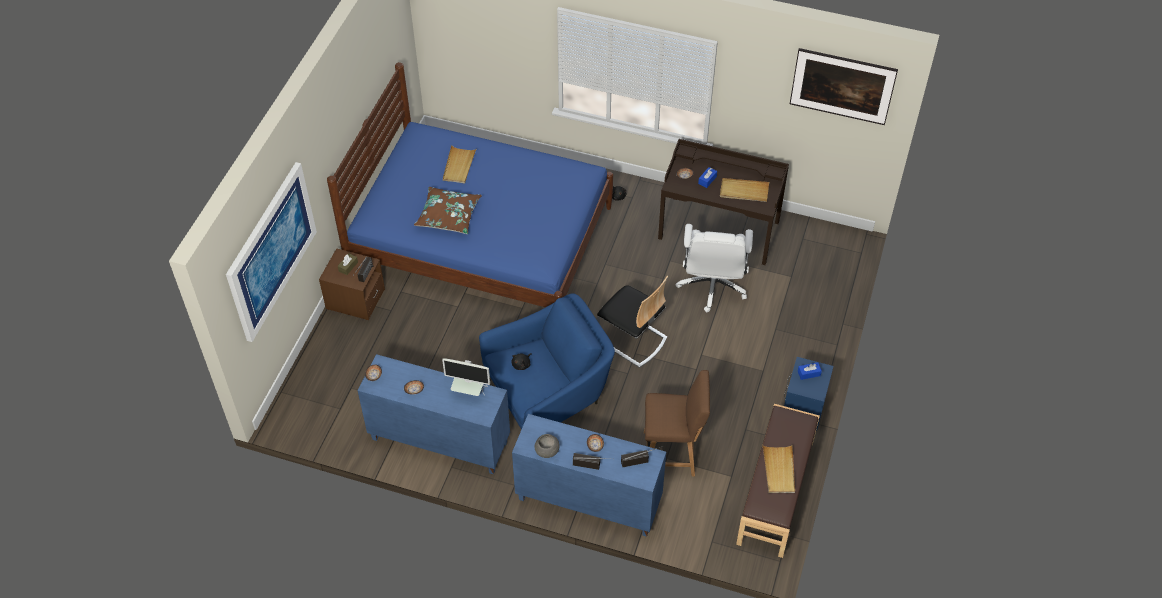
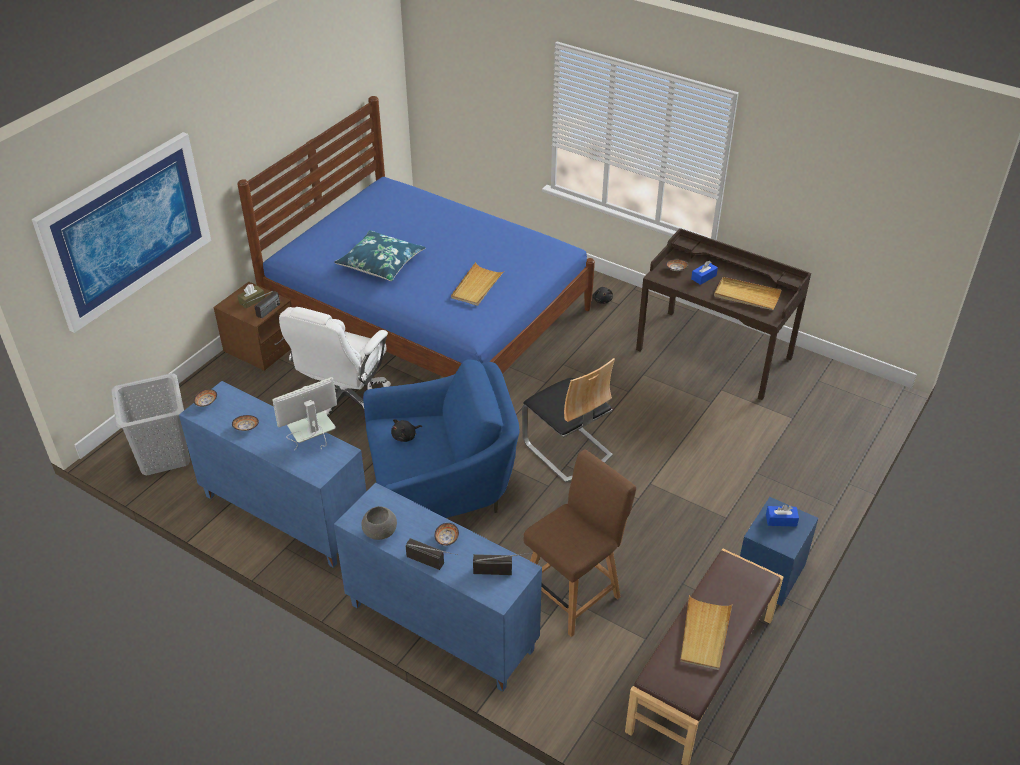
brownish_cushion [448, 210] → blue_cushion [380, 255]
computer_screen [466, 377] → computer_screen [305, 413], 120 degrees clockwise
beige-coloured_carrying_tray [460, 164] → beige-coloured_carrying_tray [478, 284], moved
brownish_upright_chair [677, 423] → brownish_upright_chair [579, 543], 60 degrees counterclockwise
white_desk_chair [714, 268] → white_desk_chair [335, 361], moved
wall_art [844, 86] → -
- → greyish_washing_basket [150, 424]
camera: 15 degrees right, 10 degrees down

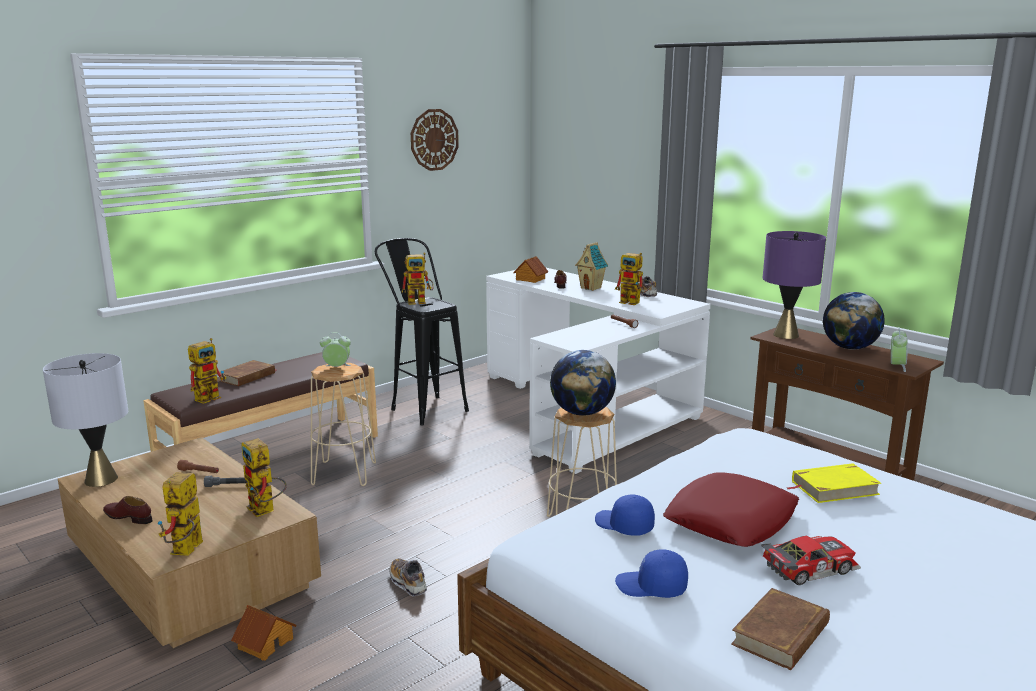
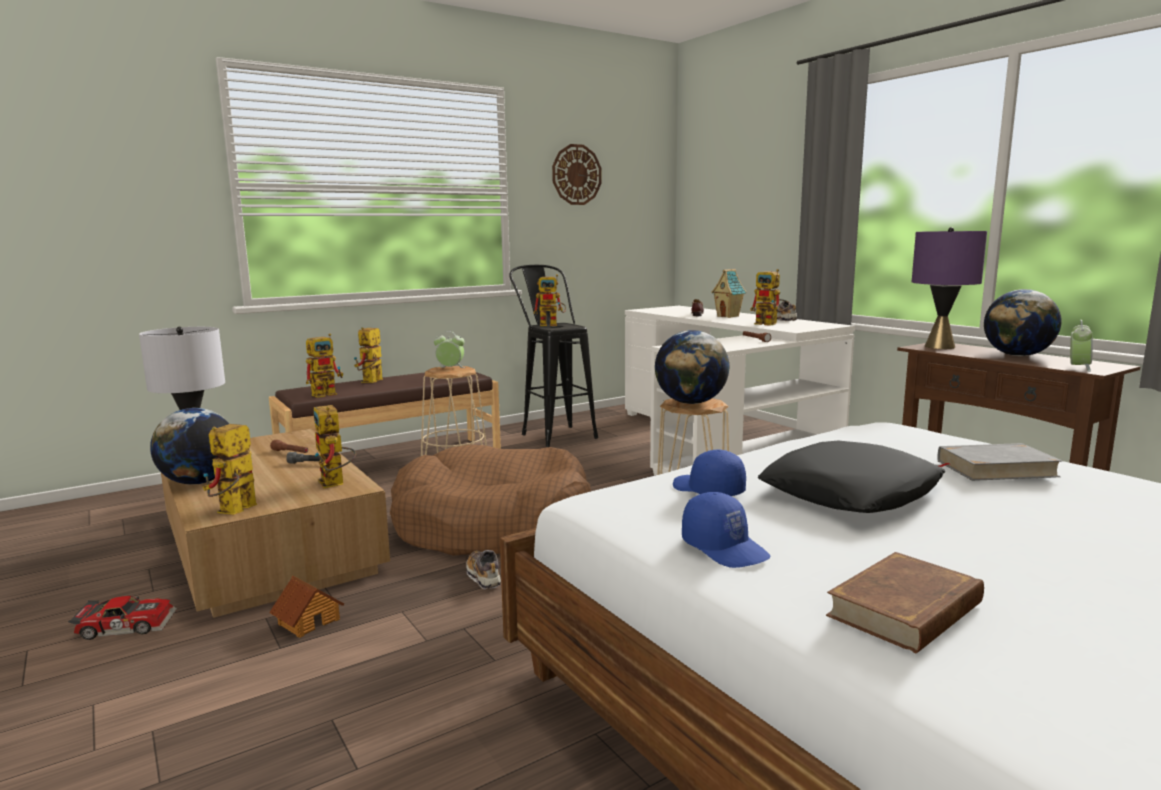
brownish_shoe [128, 510] → desk_globe [189, 446]
brownish_volume [247, 373] → robot_figure [368, 355]
toy_house [531, 269] → -
blue_baseball_cap [651, 573] → blue_baseball_cap [726, 530], 150 degrees counterclockwise
red_cushion [731, 509] → black-coloured_cushion [851, 477]
toy_car [811, 560] → toy_car [122, 618], moved
yellow_volume [834, 483] → greyish_volume [999, 462]
- → brownish_dog_bed [490, 500]
camera: 10 degrees right, 5 degrees down

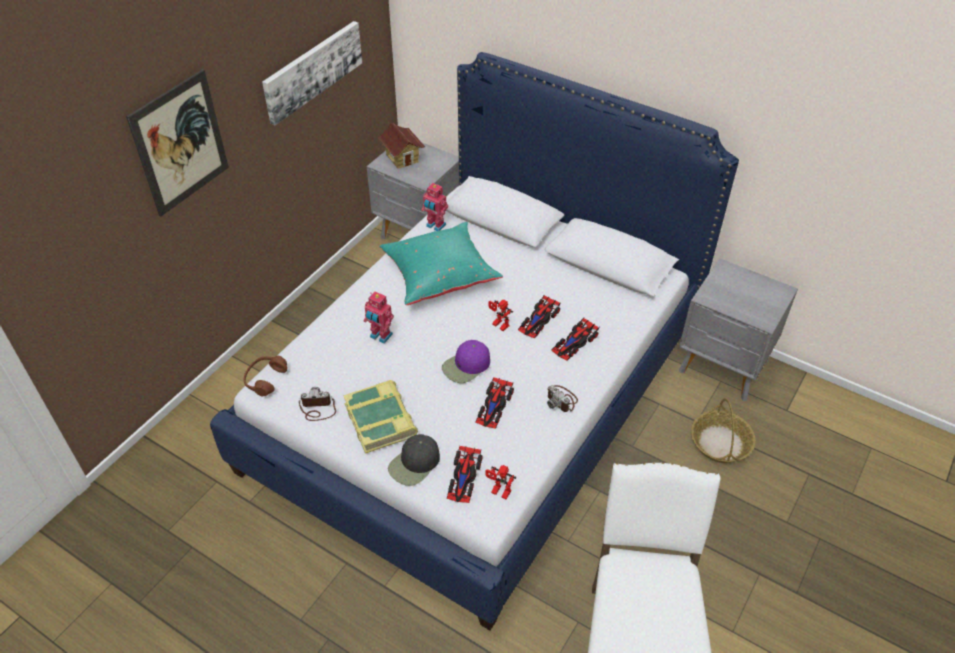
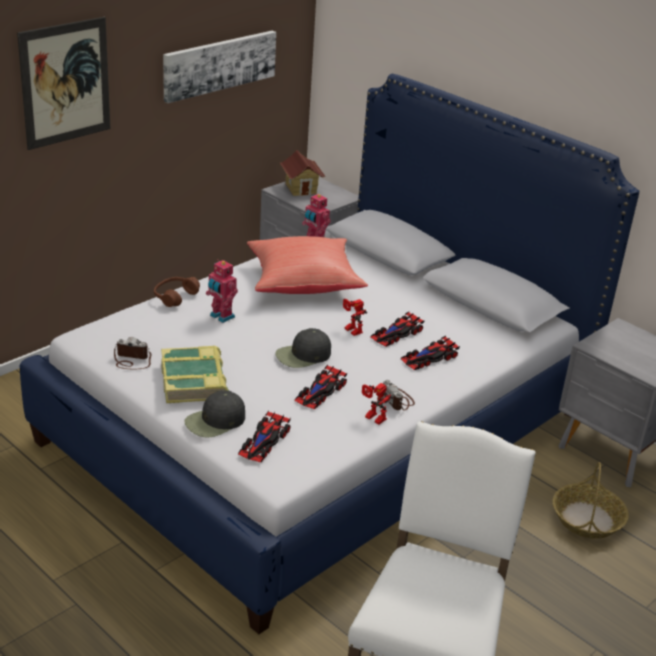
brownish_headset [265, 376] → brownish_headset [177, 292], moved
turquoise-coloured_cushion [441, 263] → red_cushion [307, 265]
purple_baseball_cap [466, 361] → black-coloured_baseball_cap [303, 348]
robot_figure [500, 482] → robot_figure [377, 403], moved
camera: 10 degrees right, 15 degrees down

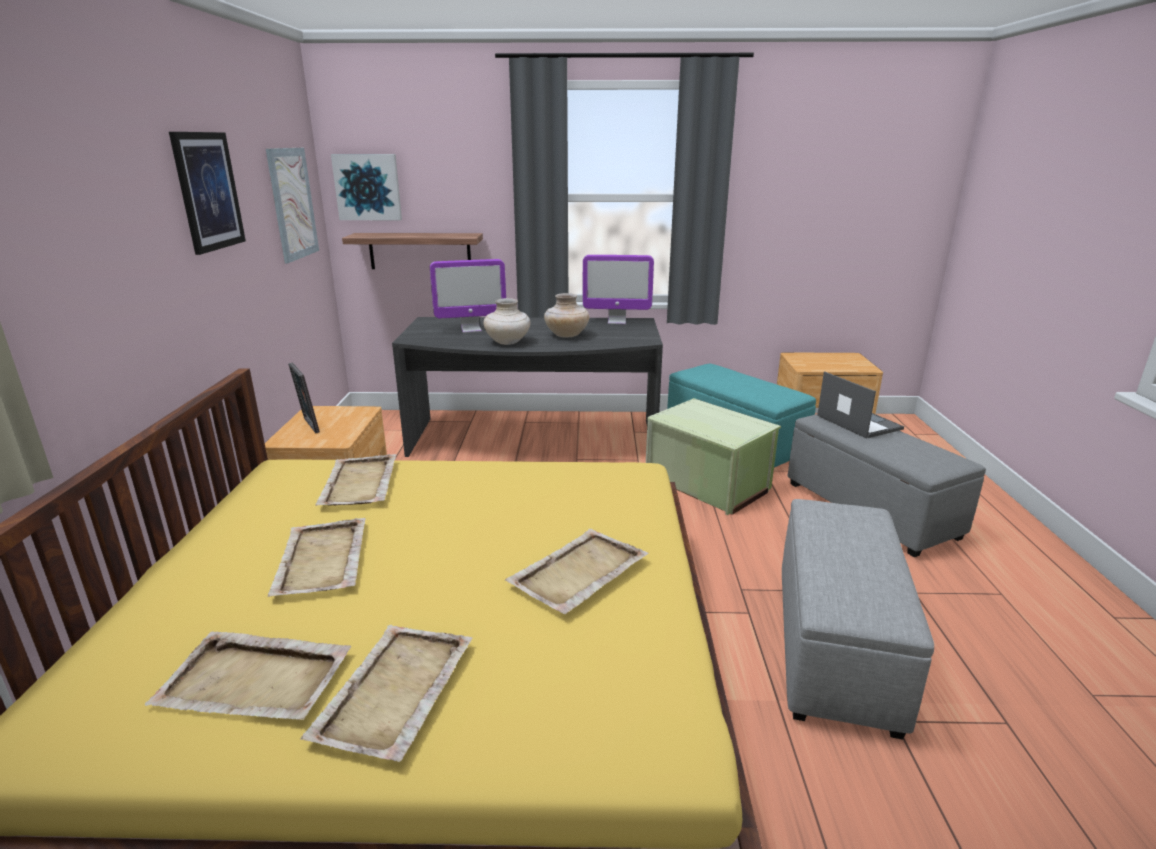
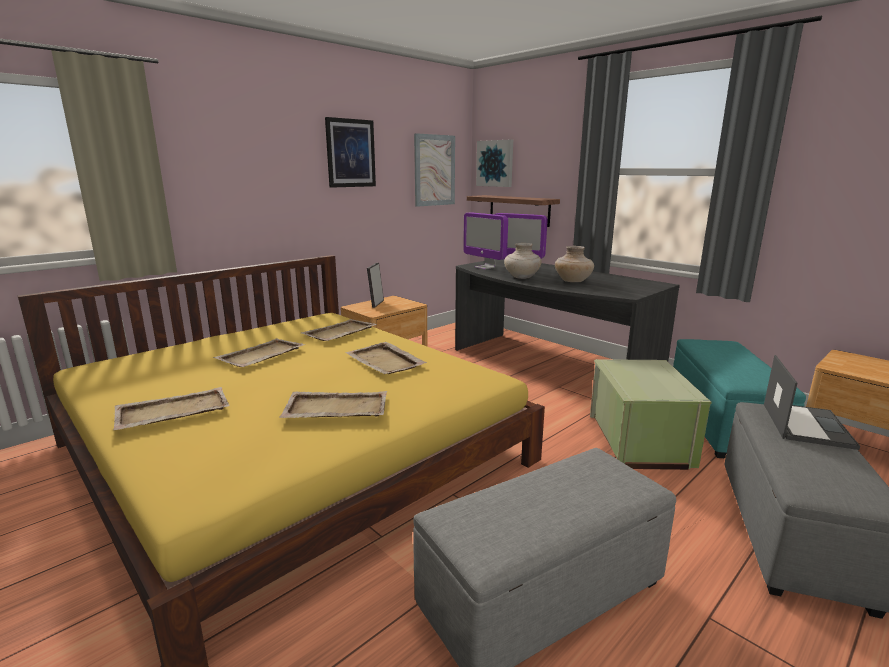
beige-coloured_carrying_tray [248, 675] → beige-coloured_carrying_tray [386, 358], moved
computer_screen [618, 289] → computer_screen [485, 241], moved
camera: 45 degrees right, 5 degrees down

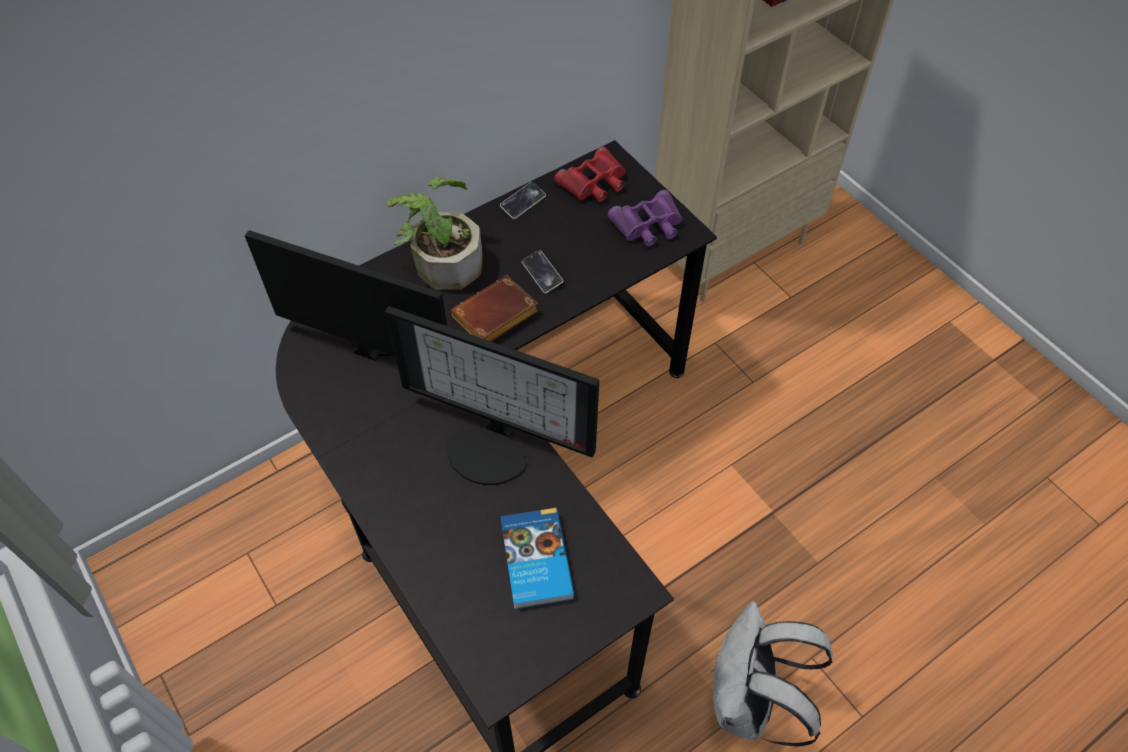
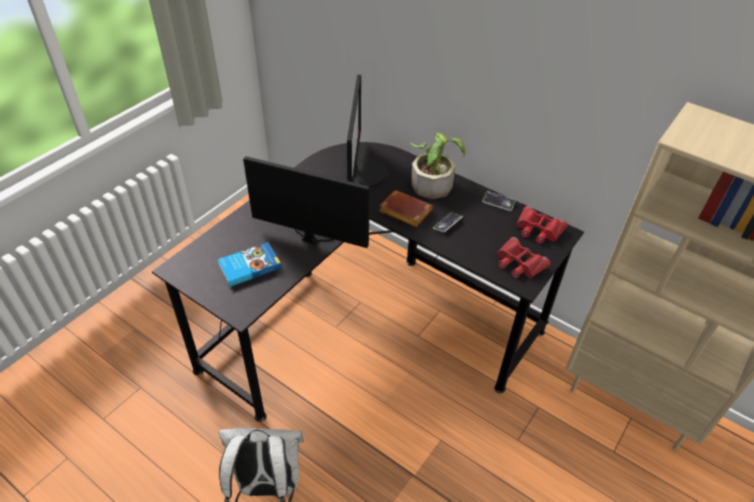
computer_screen [491, 395] → computer_screen [306, 202], 105 degrees clockwise
purple_pair_of_binoculars [645, 218] → red_pair_of_binoculars [523, 257]
camera: 70 degrees right, 10 degrees down

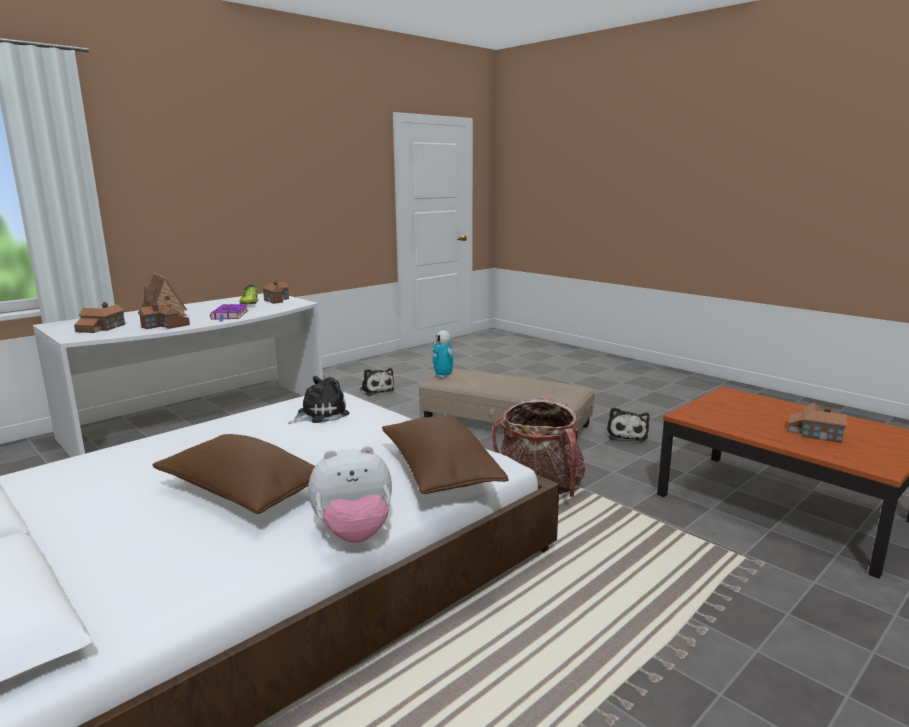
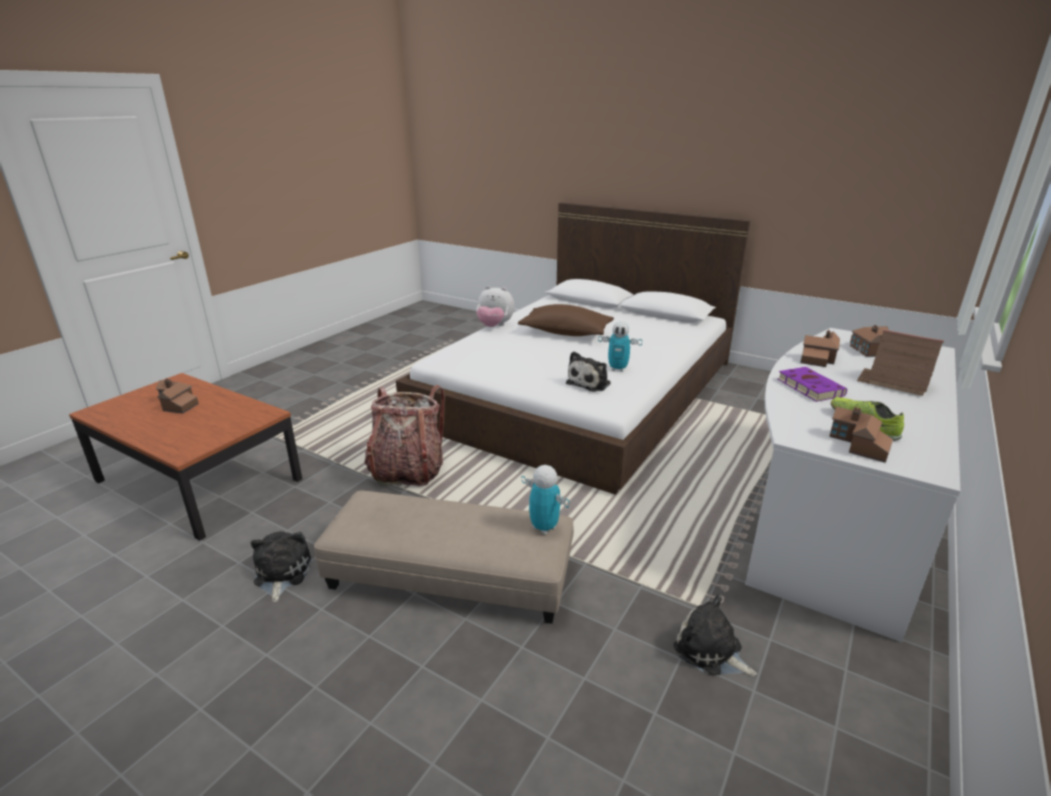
plush_toy [350, 494] → plush_toy [495, 306], 135 degrees counterclockwise
brownish_cushion [445, 454] → -
- → robot_figure [620, 346]
camera: 165 degrees right, 10 degrees up

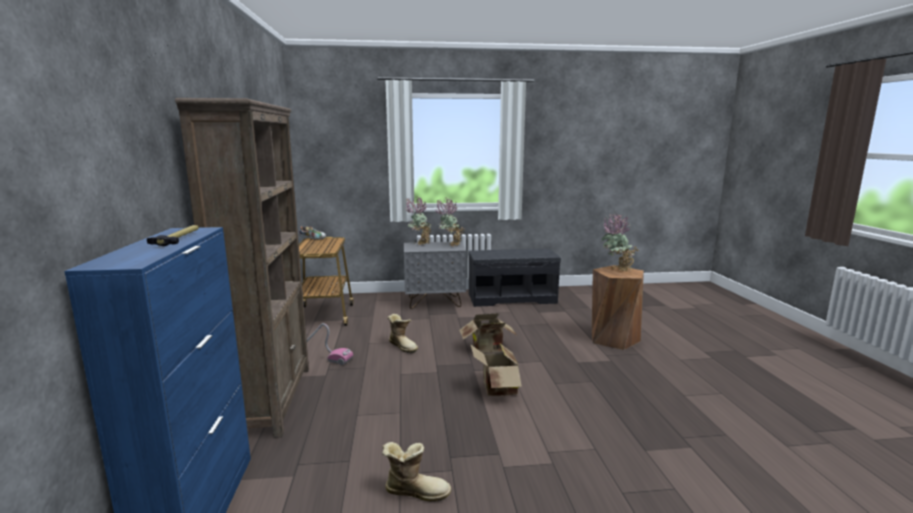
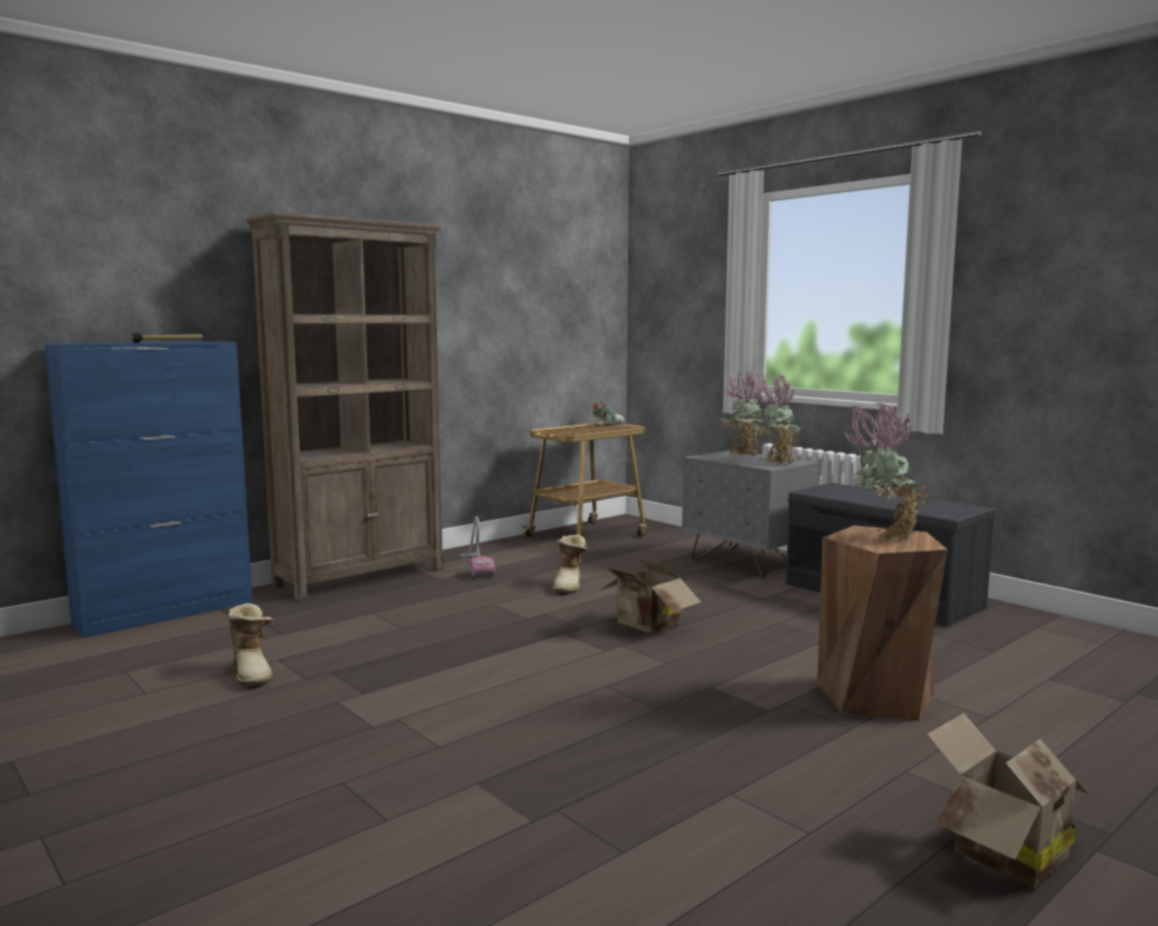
cardboard_box [496, 370] → cardboard_box [1008, 800], moved
camera: 55 degrees right, 5 degrees down

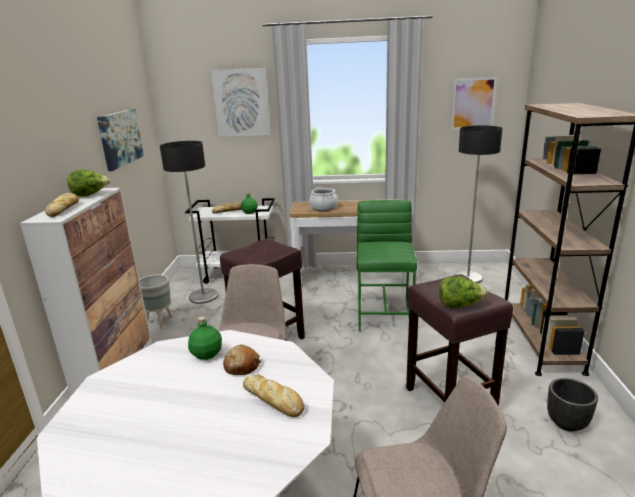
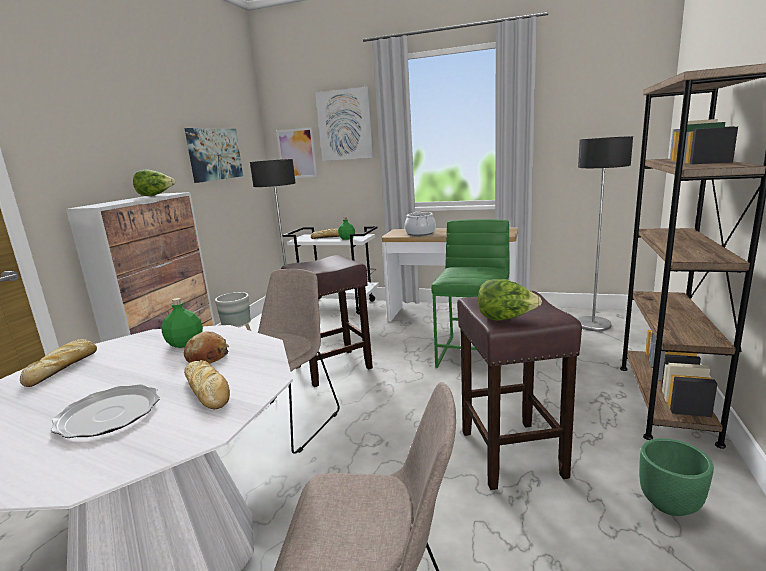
bread [62, 205] → bread [58, 363], moved
wall_art [474, 103] → wall_art [297, 152], moved
black-coloured_flower_pot [572, 404] → greenish_flower_pot [676, 477]
- → dinner_plate [105, 411]
camera: 15 degrees right, 5 degrees down

